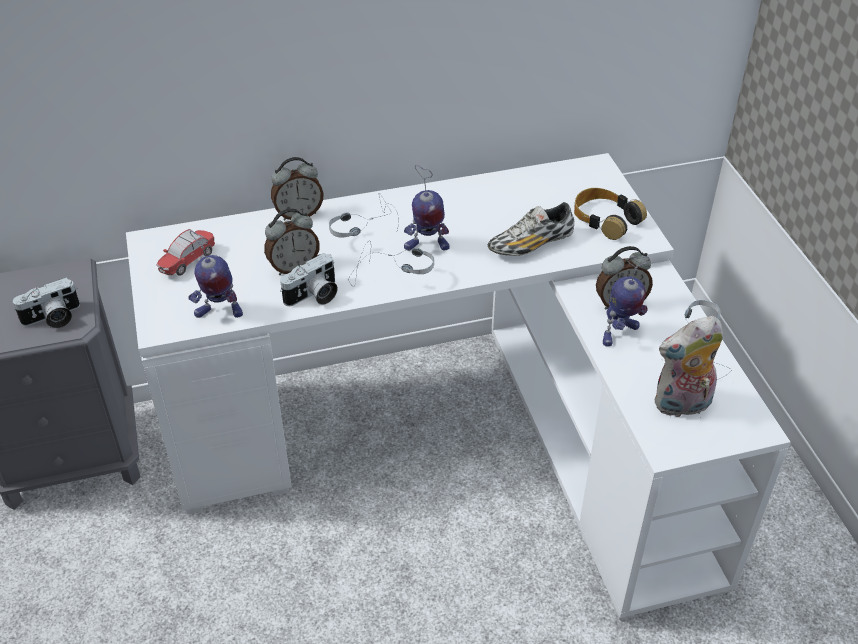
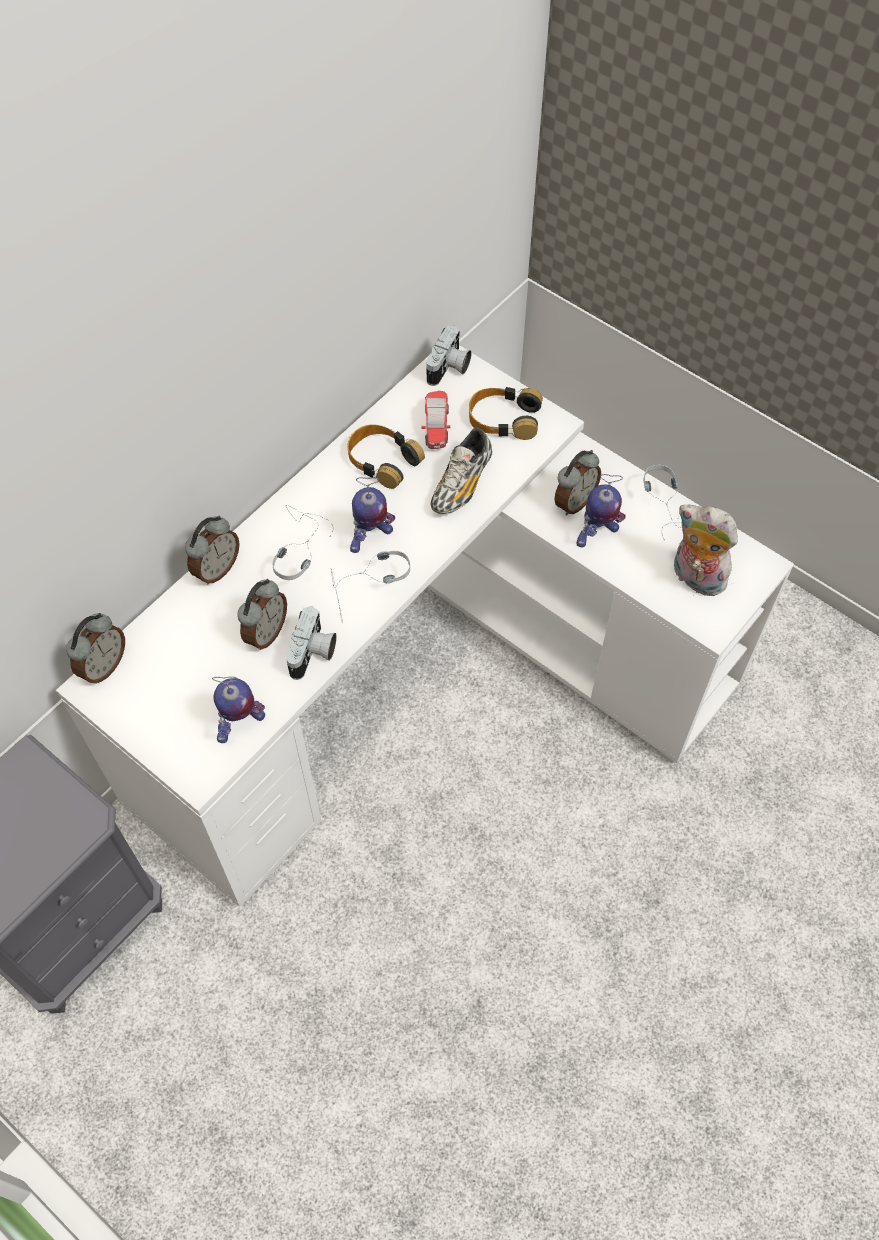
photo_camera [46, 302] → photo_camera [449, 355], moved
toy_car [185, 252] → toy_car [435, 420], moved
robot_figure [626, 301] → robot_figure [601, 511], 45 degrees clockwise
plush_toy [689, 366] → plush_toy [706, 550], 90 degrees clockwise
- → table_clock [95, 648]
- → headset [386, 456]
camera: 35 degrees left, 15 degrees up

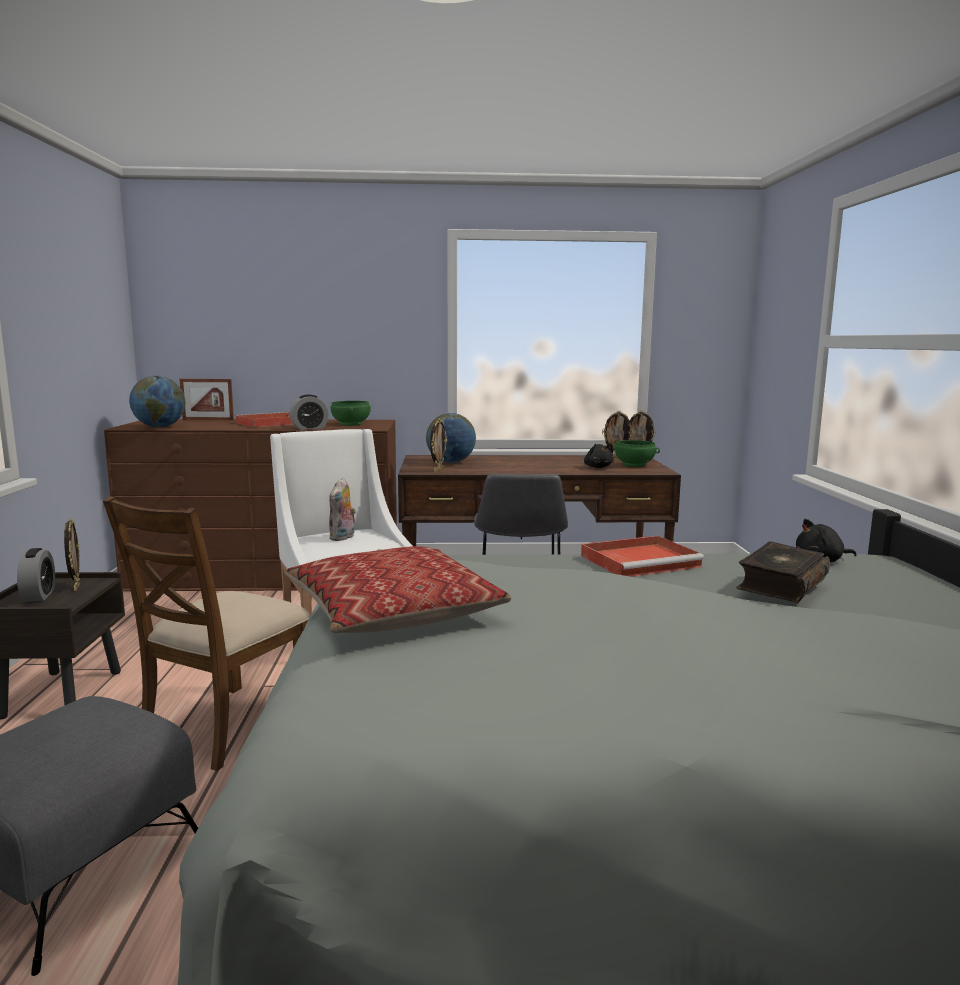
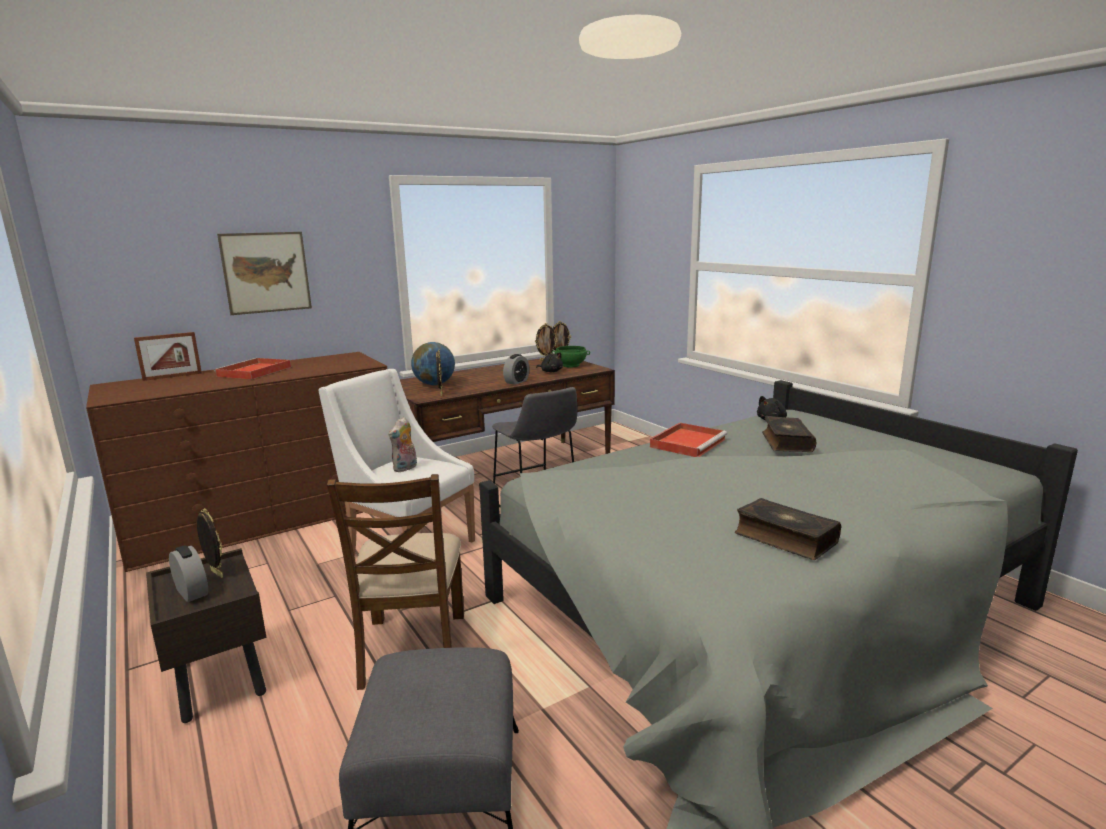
desk_globe [157, 401] → -
cushion [397, 589] → -
table_clock [309, 412] → table_clock [516, 369], moved
plush_toy [342, 509] → plush_toy [402, 444], 45 degrees clockwise
greenish_bowl [350, 413] → -
- → wall_art [264, 273]
- → volume [788, 529]
camera: 30 degrees left, 5 degrees up

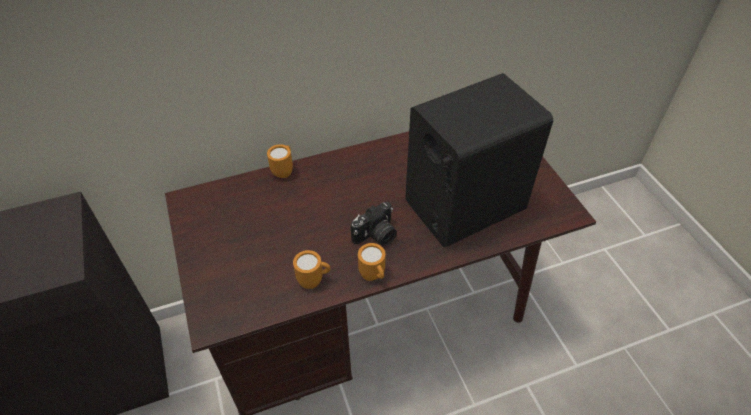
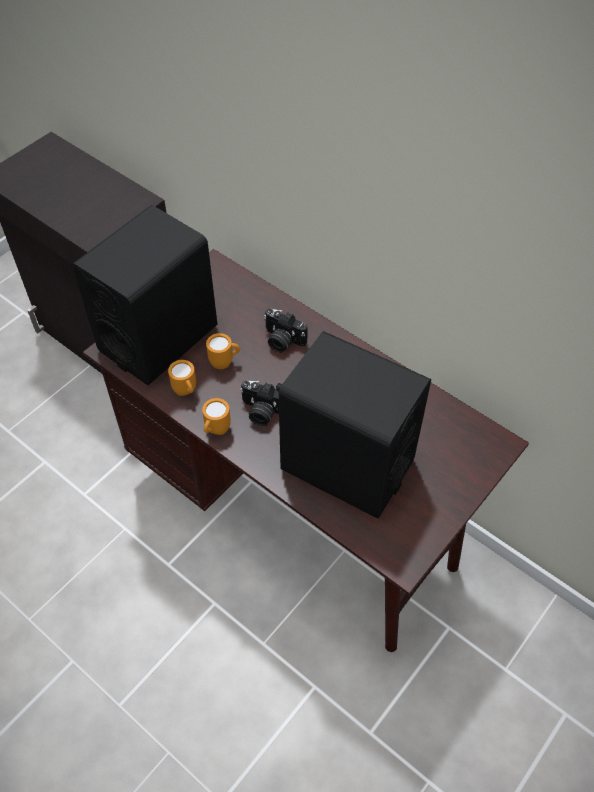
orangey_coffee_mug [280, 161] → orangey_coffee_mug [223, 351], moved
- → black-coloured_loudspeaker [144, 295]
- → photo_camera [286, 330]
camera: 60 degrees right, 5 degrees up

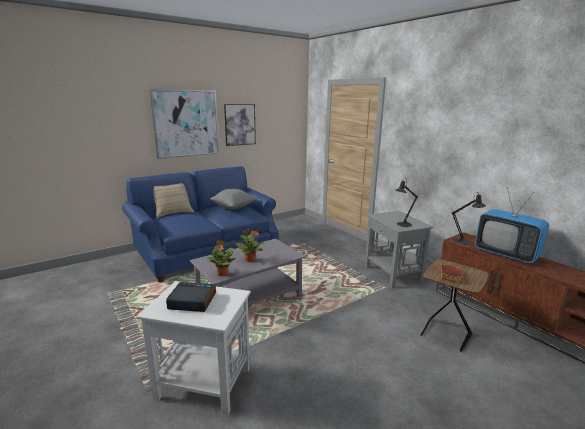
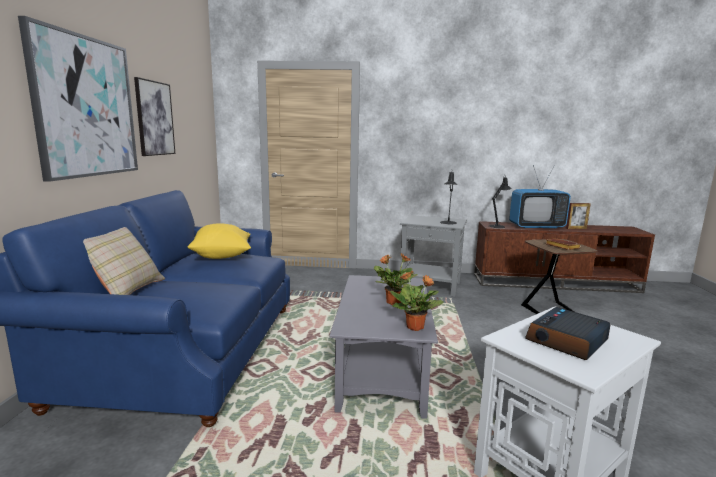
greyish_cushion [234, 199] → yellow_cushion [219, 241]
- → standing_frame [578, 216]
camera: 50 degrees left, 5 degrees down

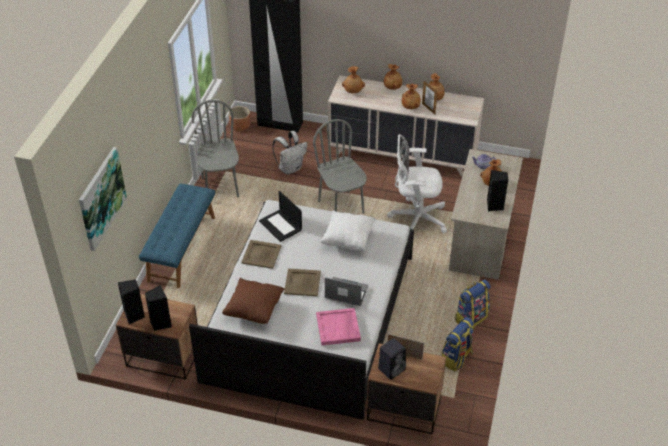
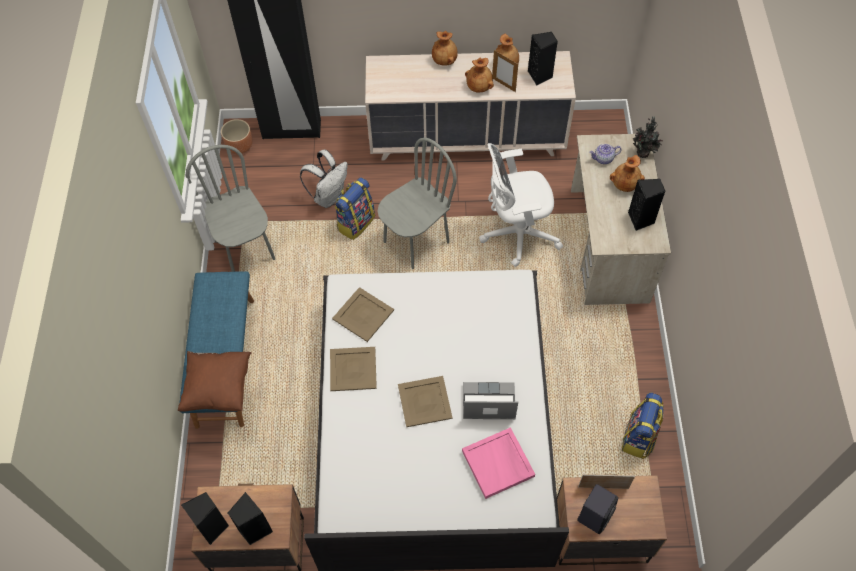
wall_art [103, 199] → -
brownish_cushion [253, 301] → brownish_cushion [214, 381], moved
notebook_computer [280, 216] → beige-coloured_carrying_tray [363, 314]
greyish_upright_chair [340, 166] → greyish_upright_chair [417, 203], 90 degrees clockwise
white_cushion [348, 230] → -
brownish_flower_vase [353, 79] → -
rucksack [473, 303] → rucksack [355, 208], moved
- → black-coloured_loudspeaker [543, 58]
- → potted_plant [648, 137]
camera: 15 degrees left, 15 degrees up

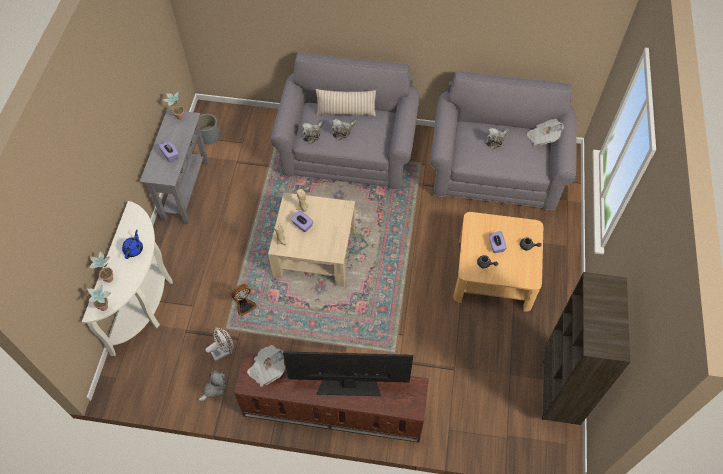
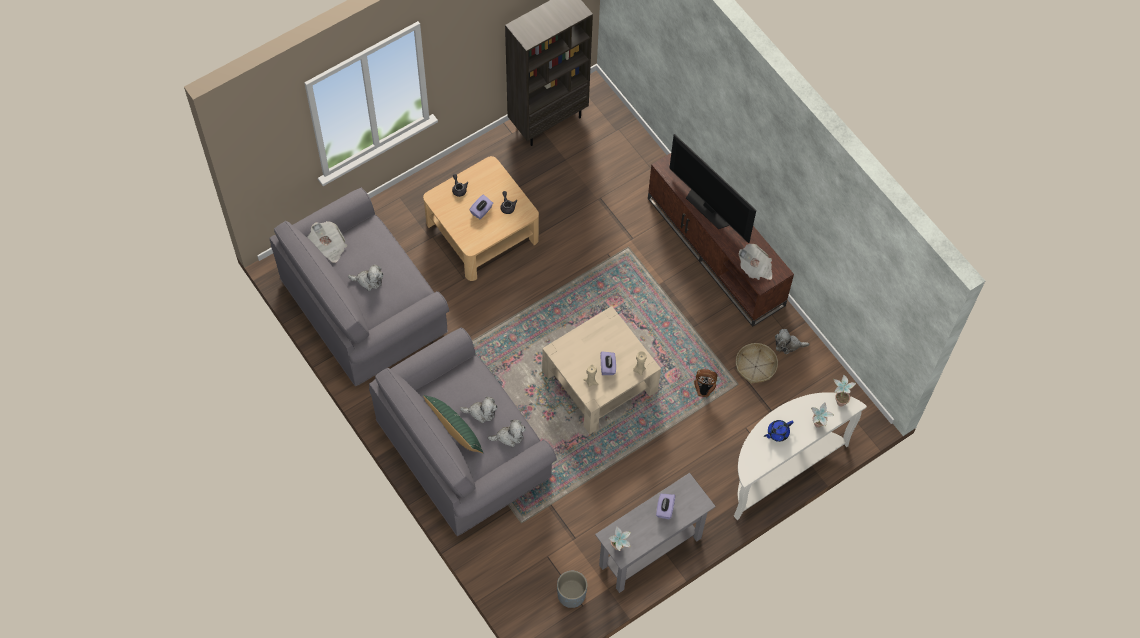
white_electric_fan [219, 344] → household_basket [757, 363]
beige-coloured_cushion [346, 103] → greenish_cushion [453, 424]
camera: 135 degrees left, 5 degrees up

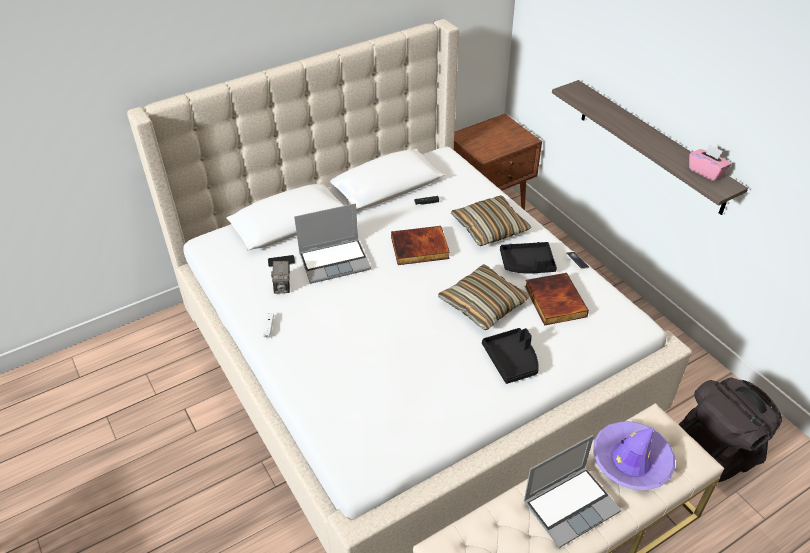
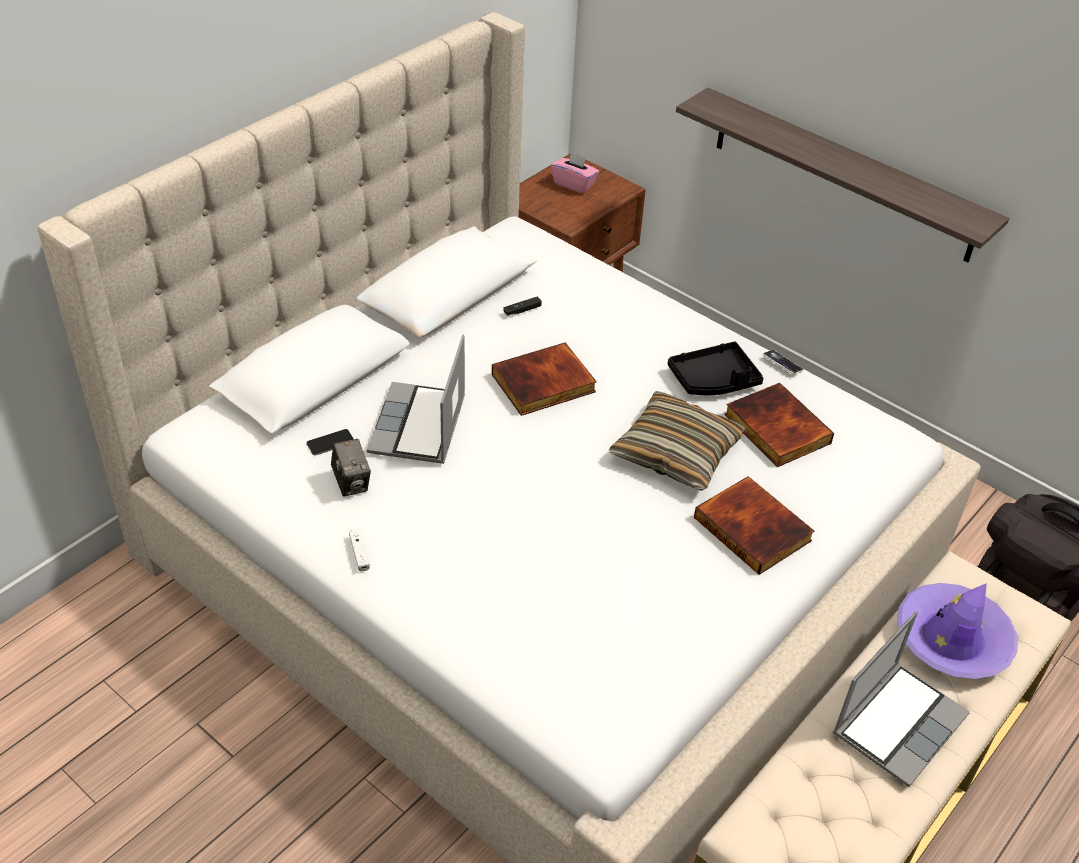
notebook_computer [332, 243] → notebook_computer [416, 399], 135 degrees clockwise
cushion [491, 220] → -
black-coloured_carrying_tray [510, 356] → volume [754, 525]
pink_tissue_box [710, 162] → pink_tissue_box [575, 172], moved
camera: 20 degrees left, 0 degrees up

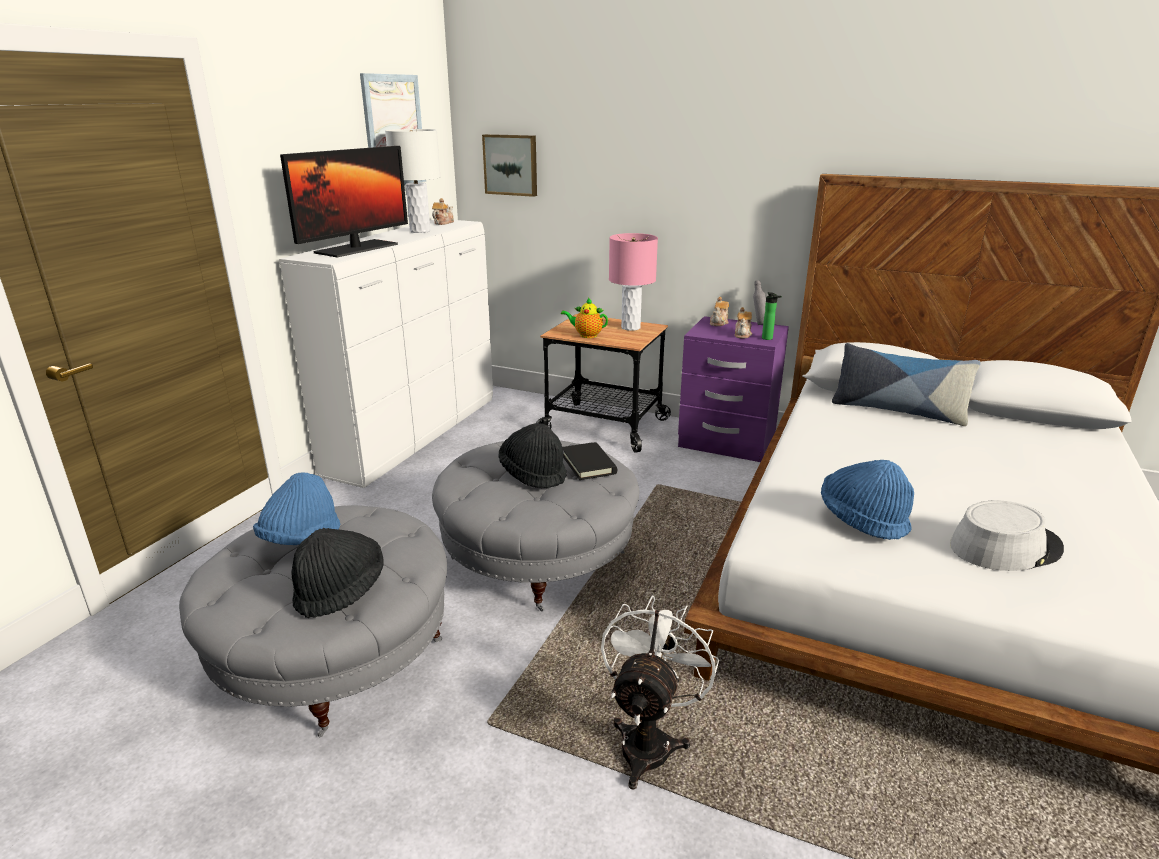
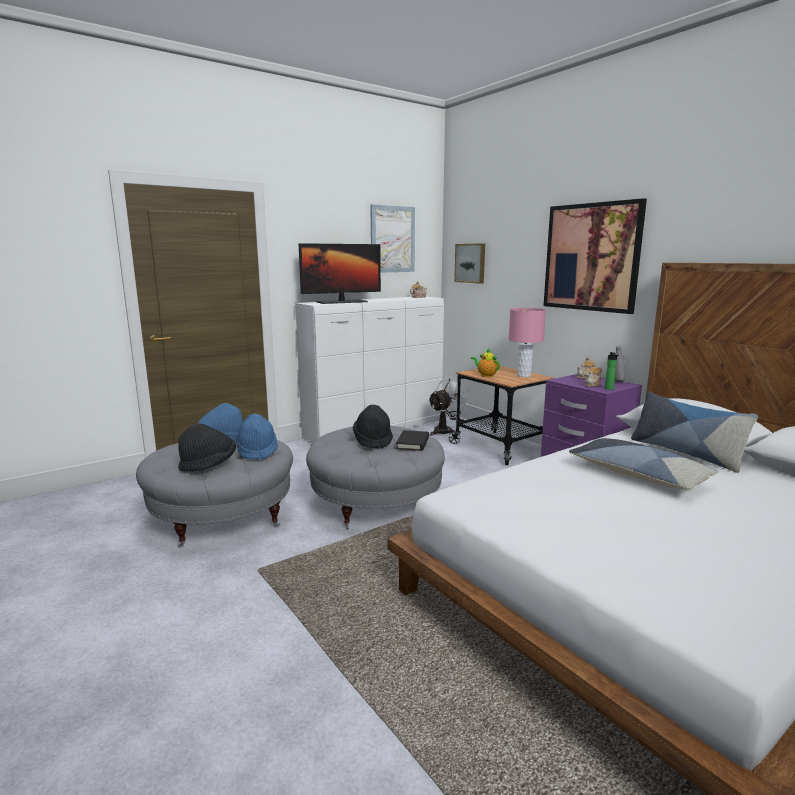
white_lamp_for_a_table [413, 181] → -
white_electric_fan [660, 693] → white_electric_fan [449, 407], moved
blue_wearable_hat [867, 500] → blue_wearable_hat [257, 436], moved
greyish_wearable_hat [1007, 535] → -
- → wall_art [595, 256]
- → cushion [643, 464]
camera: 30 degrees right, 10 degrees down

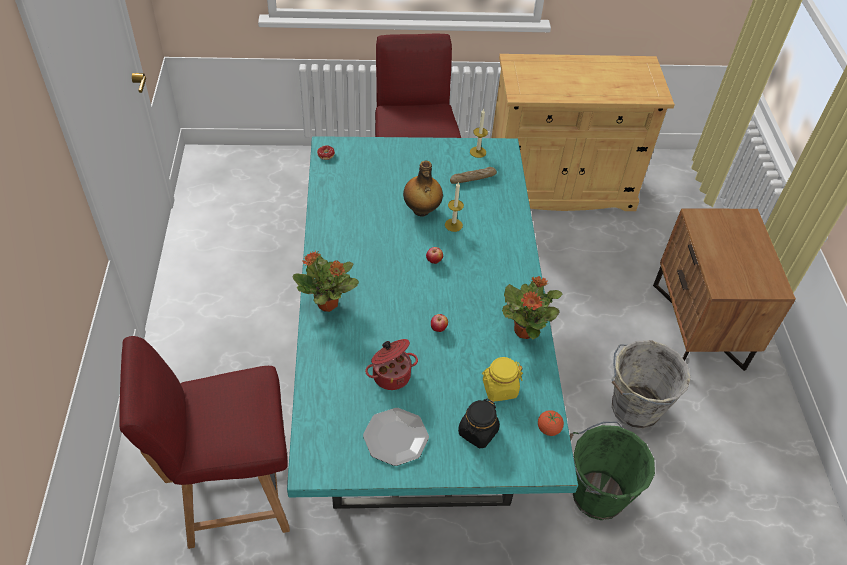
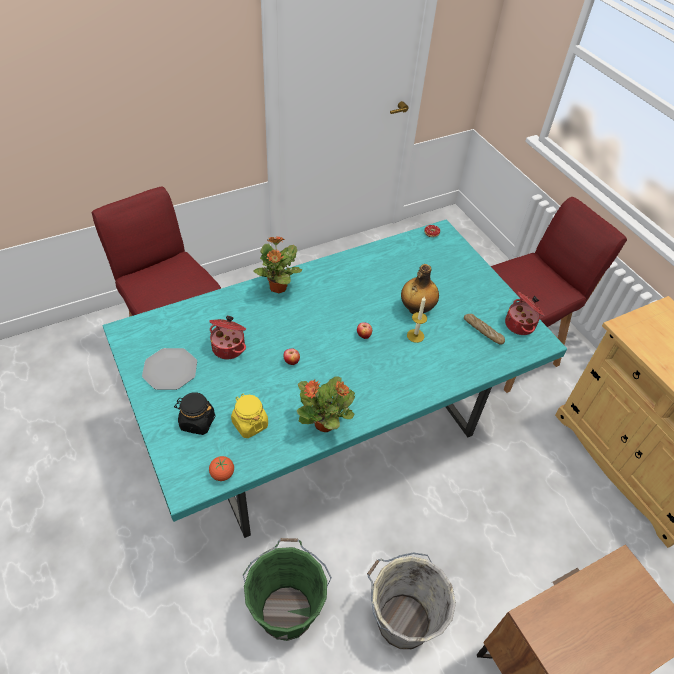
wax_candle [479, 133] → saucepot [524, 313]
camera: 65 degrees right, 0 degrees up

